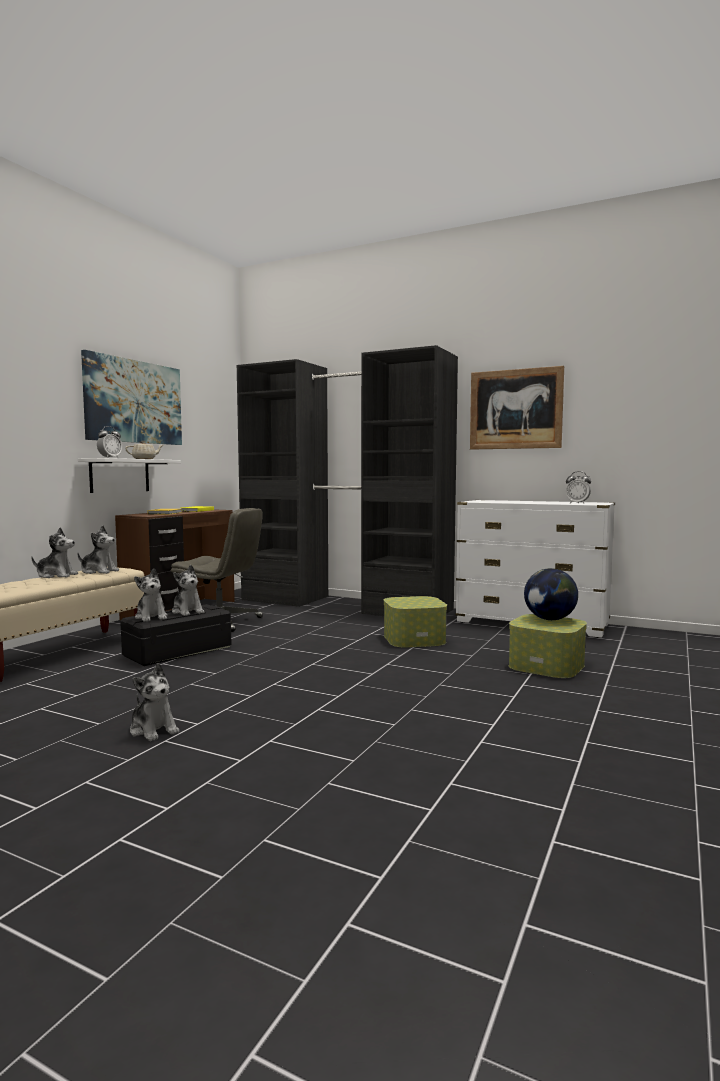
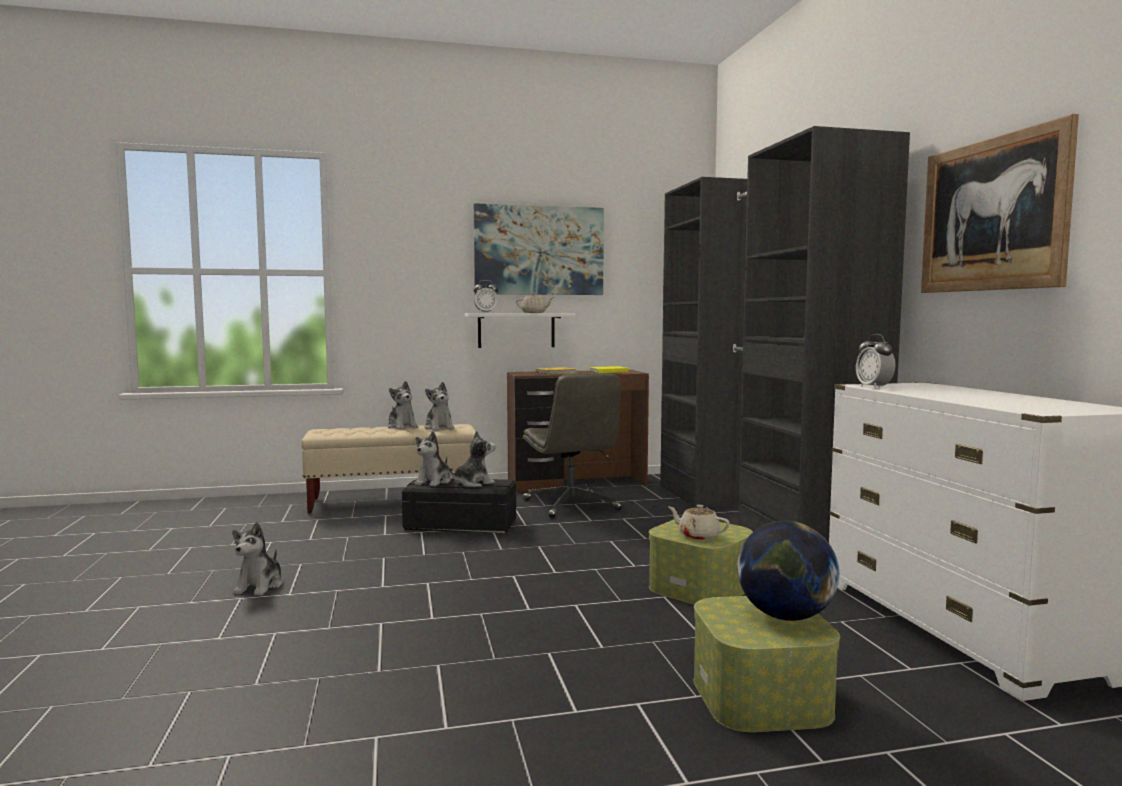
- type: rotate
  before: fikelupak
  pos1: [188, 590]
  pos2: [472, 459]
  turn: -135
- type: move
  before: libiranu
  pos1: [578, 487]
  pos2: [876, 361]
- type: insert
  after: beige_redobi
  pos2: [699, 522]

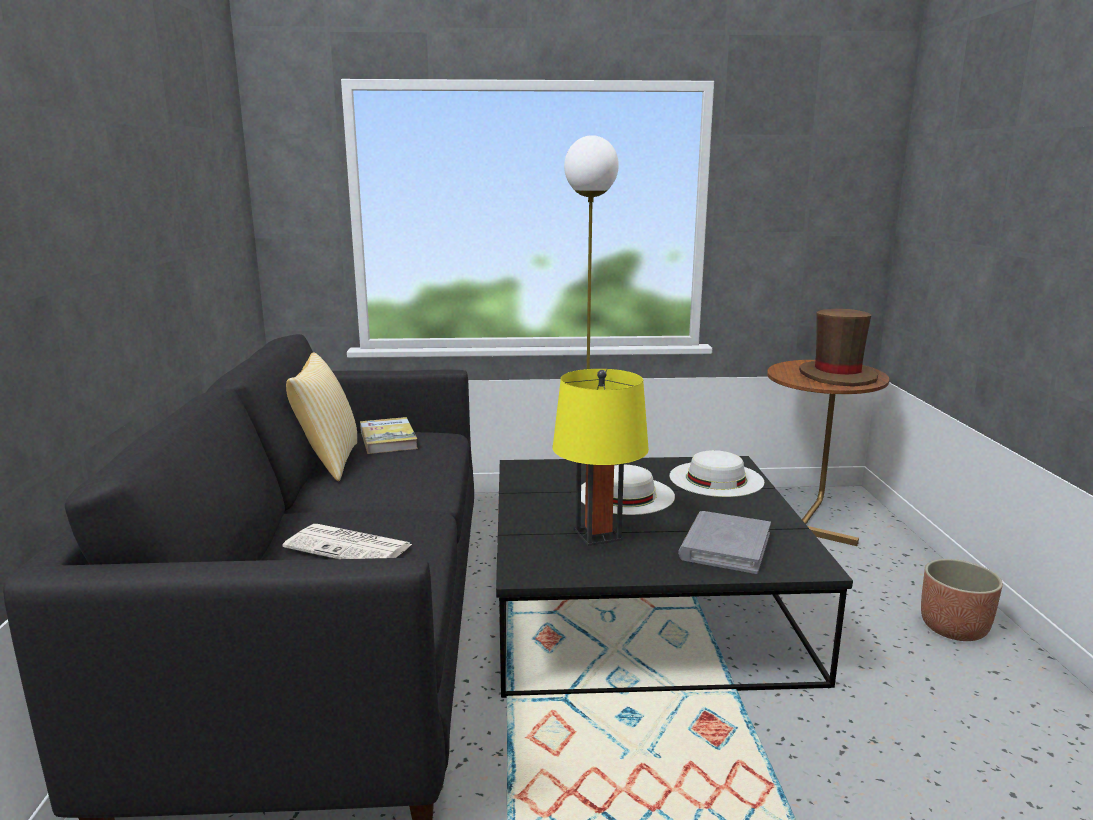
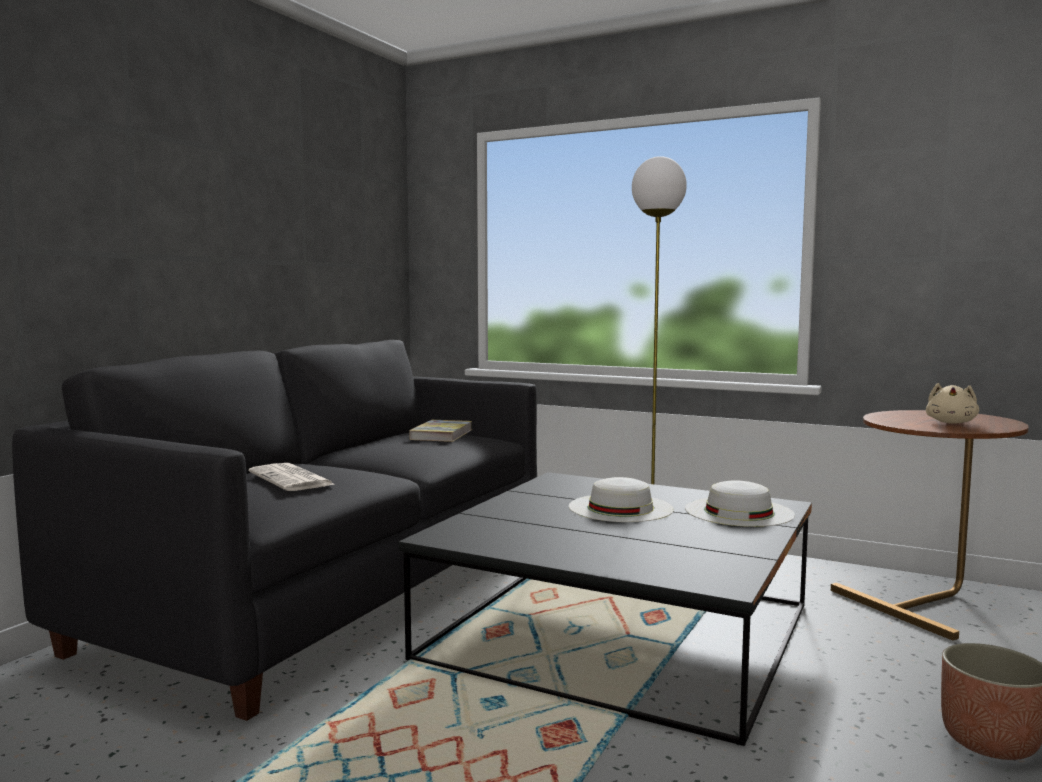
- type: delete
  before: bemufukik
  pos1: [321, 416]
- type: delete
  before: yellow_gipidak
  pos1: [601, 457]
- type: delete
  before: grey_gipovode
  pos1: [724, 542]
- type: replace
  before: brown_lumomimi
  after: beige_fikelupak
  pos1: [838, 348]
  pos2: [952, 403]

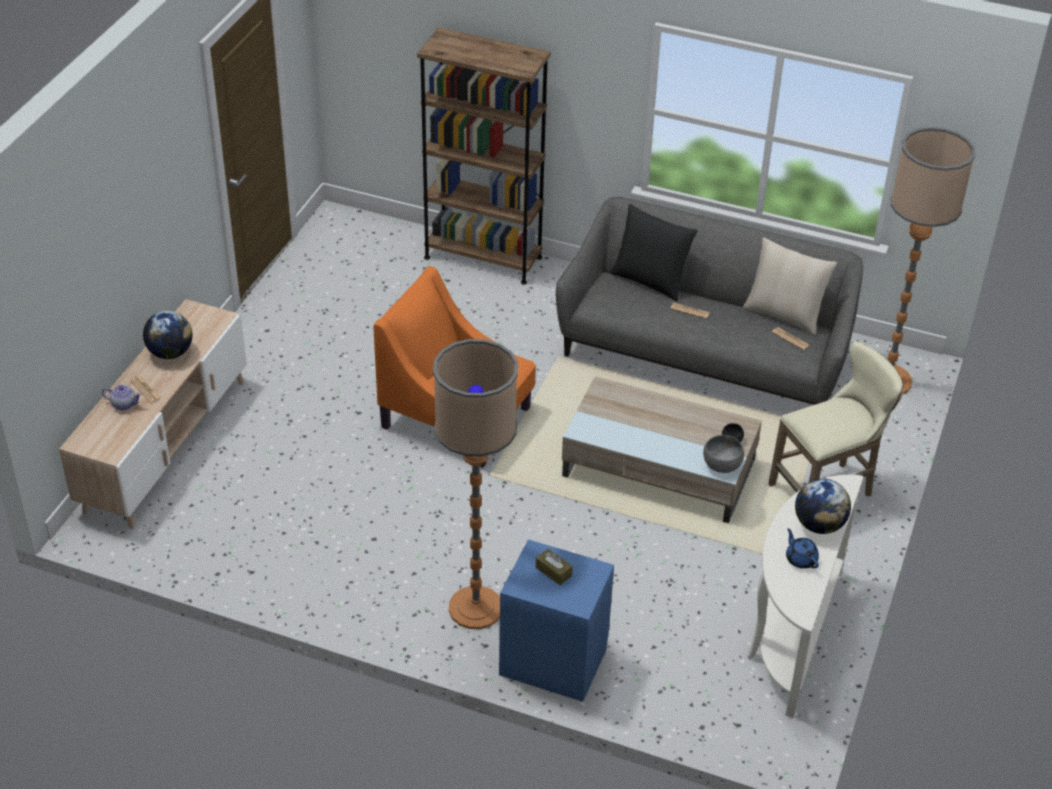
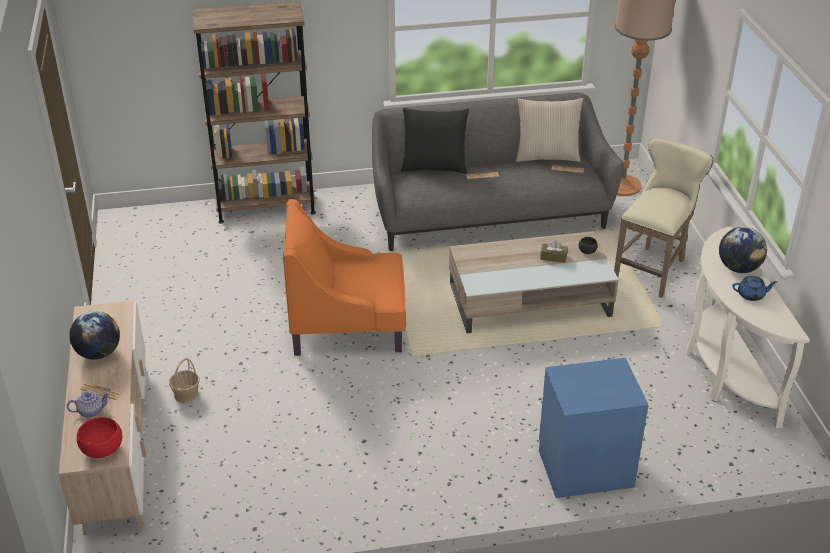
- type: delete
  before: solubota
  pos1: [475, 484]
- type: move
  before: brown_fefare
  pos1: [554, 567]
  pos2: [554, 252]
- type: delete
  before: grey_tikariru
  pos1: [723, 454]
- type: rotate
  before: blue_redobi
  pos1: [802, 548]
  pos2: [754, 288]
  turn: 150
- type: insert
  after: red_tikariru
  pos2: [99, 437]
- type: insert
  after: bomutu
  pos2: [184, 380]

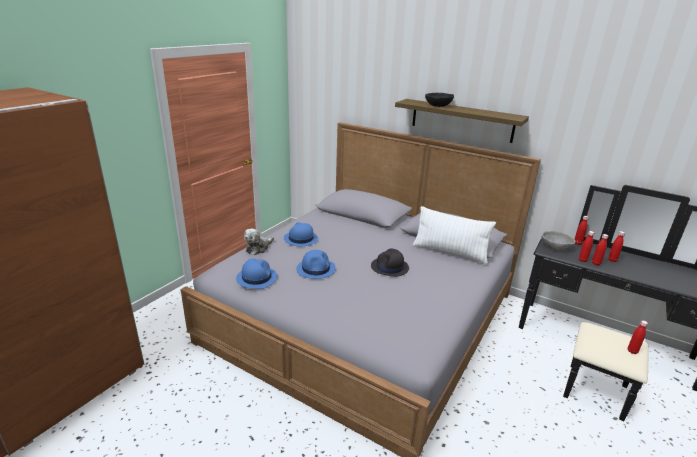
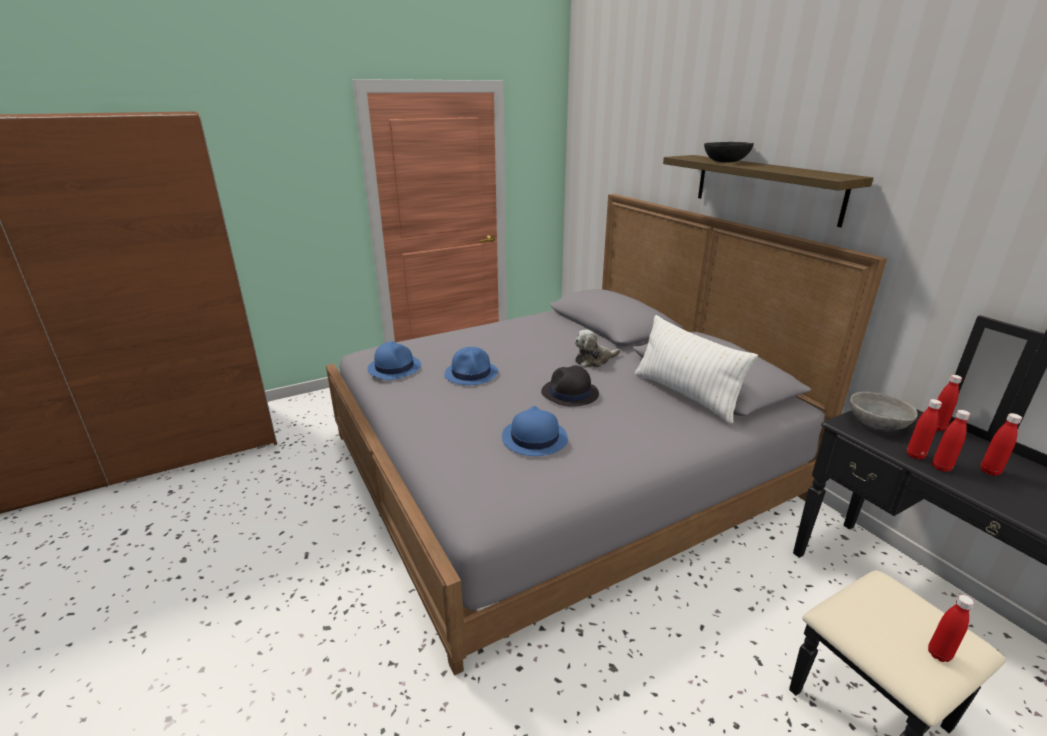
- type: move
  before: fikelupak
  pos1: [259, 242]
  pos2: [597, 349]
- type: move
  before: blue_lumomimi
  pos1: [301, 234]
  pos2: [535, 431]

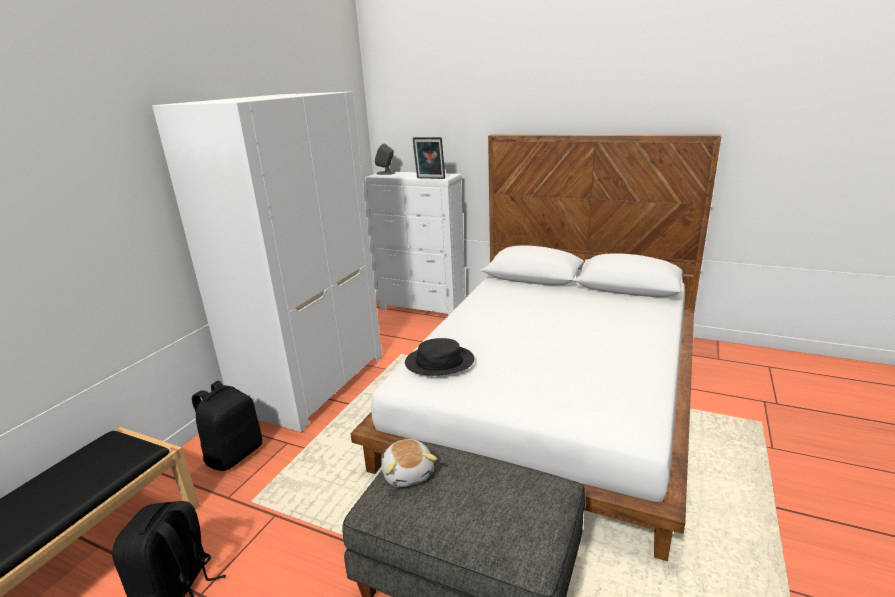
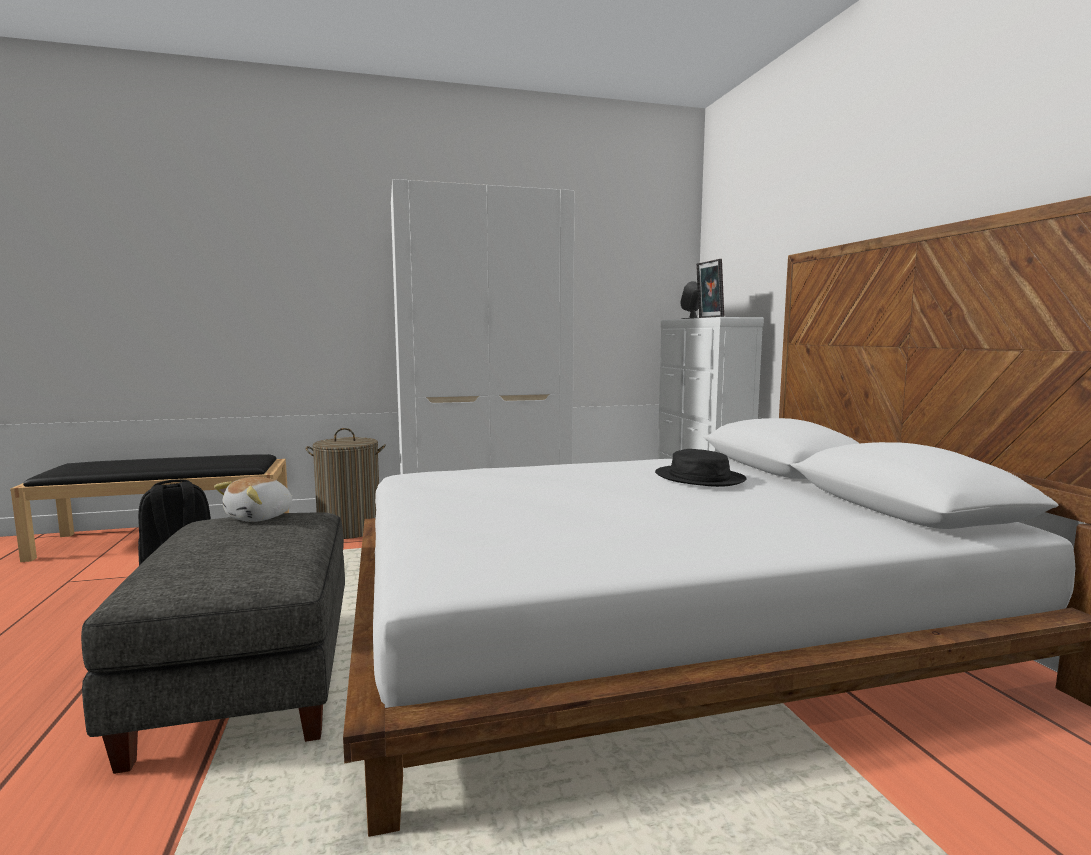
- type: replace
  before: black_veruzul
  after: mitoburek
  pos1: [227, 426]
  pos2: [345, 483]
- type: move
  before: black_lumomimi
  pos1: [439, 357]
  pos2: [701, 468]

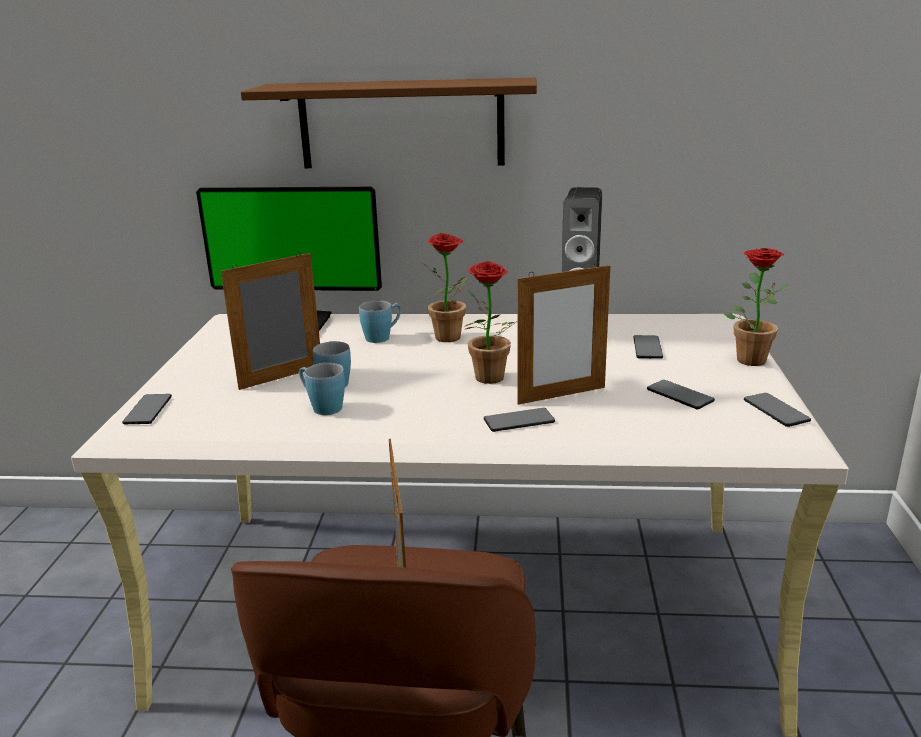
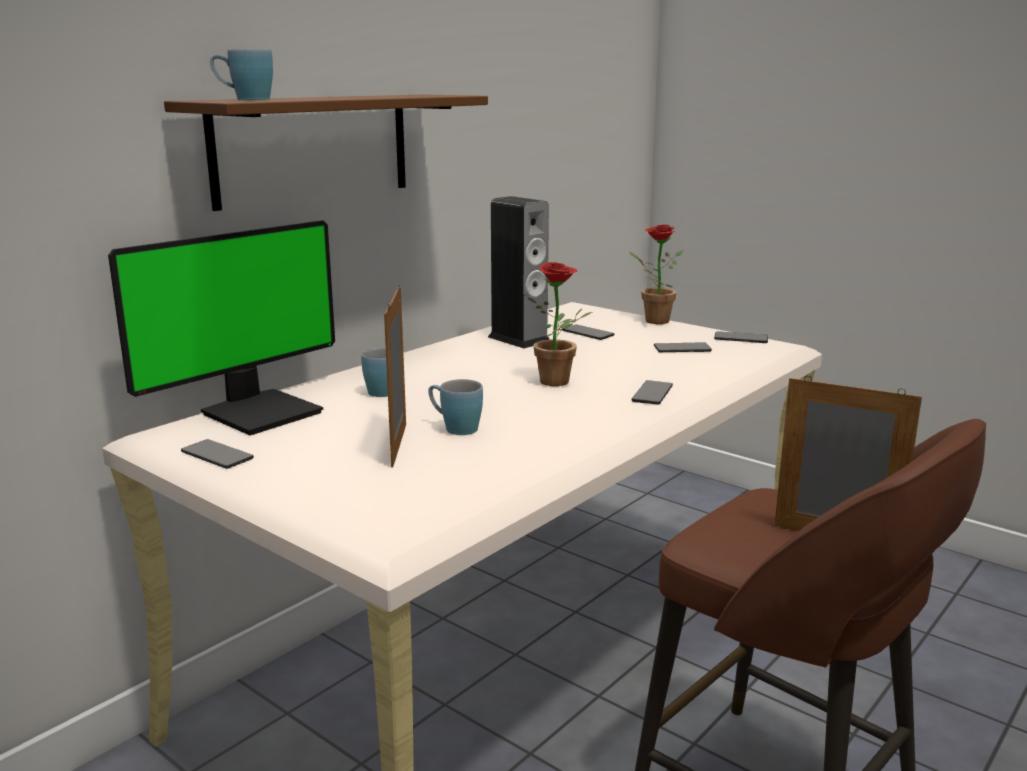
- type: move
  before: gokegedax
  pos1: [147, 409]
  pos2: [217, 454]
- type: move
  before: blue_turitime
  pos1: [322, 389]
  pos2: [241, 75]
- type: delete
  before: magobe
  pos1: [445, 287]
- type: delete
  before: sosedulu
  pos1: [563, 333]

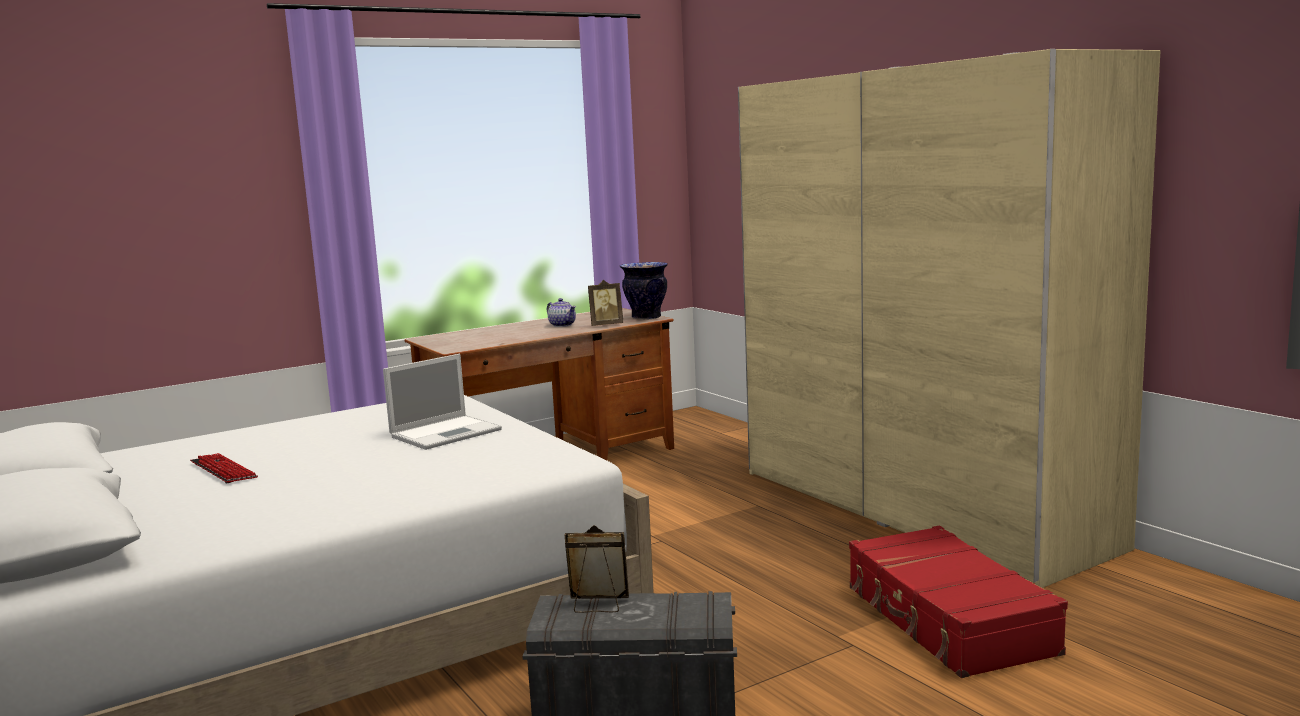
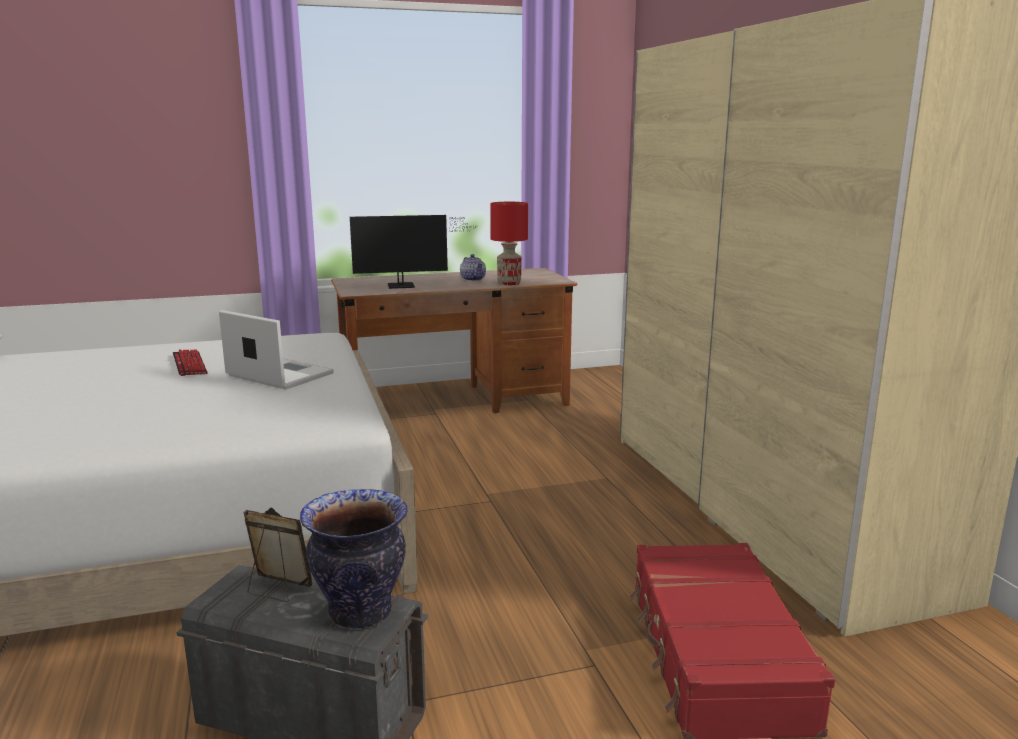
- type: move
  before: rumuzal
  pos1: [224, 468]
  pos2: [190, 362]
- type: rotate
  before: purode
  pos1: [442, 402]
  pos2: [276, 350]
  turn: -120
- type: replace
  before: sosedulu
  after: red_gipidak
  pos1: [605, 303]
  pos2: [509, 243]
- type: move
  before: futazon
  pos1: [643, 291]
  pos2: [354, 559]
- type: insert
  after: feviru
  pos2: [412, 252]

